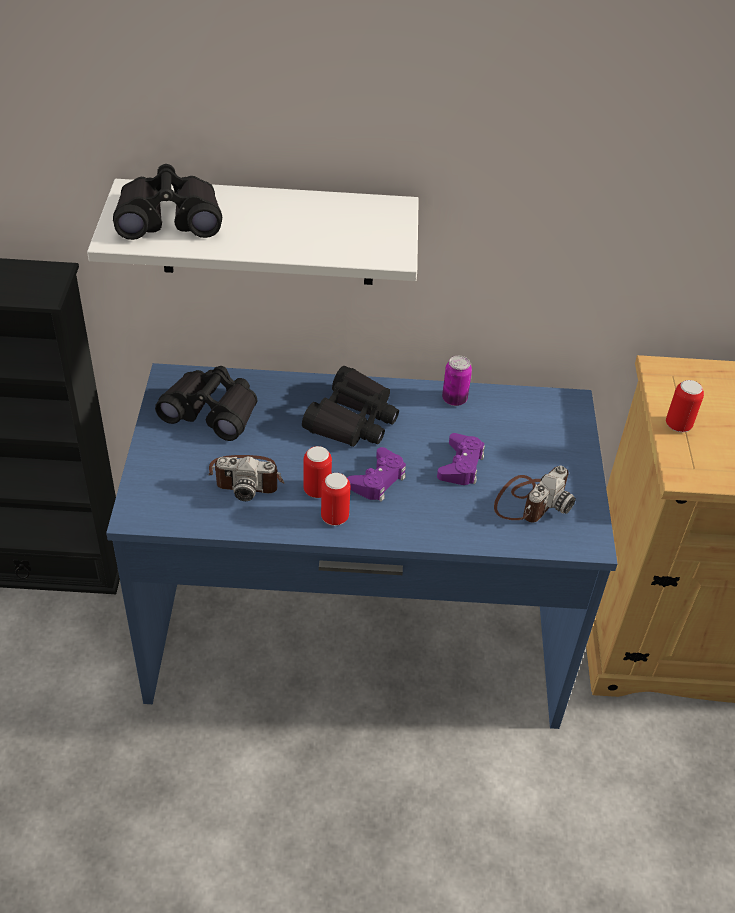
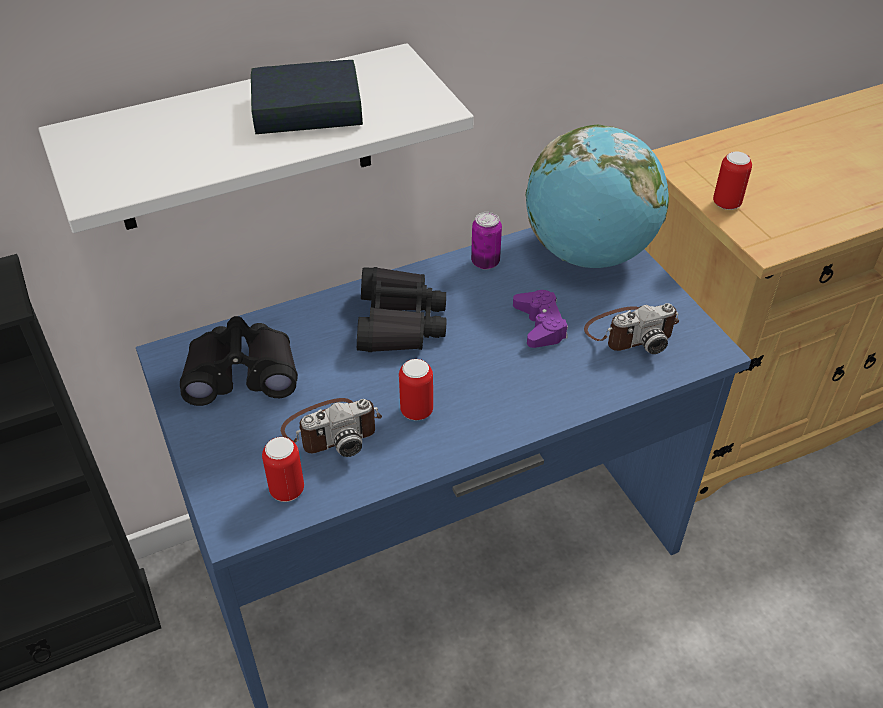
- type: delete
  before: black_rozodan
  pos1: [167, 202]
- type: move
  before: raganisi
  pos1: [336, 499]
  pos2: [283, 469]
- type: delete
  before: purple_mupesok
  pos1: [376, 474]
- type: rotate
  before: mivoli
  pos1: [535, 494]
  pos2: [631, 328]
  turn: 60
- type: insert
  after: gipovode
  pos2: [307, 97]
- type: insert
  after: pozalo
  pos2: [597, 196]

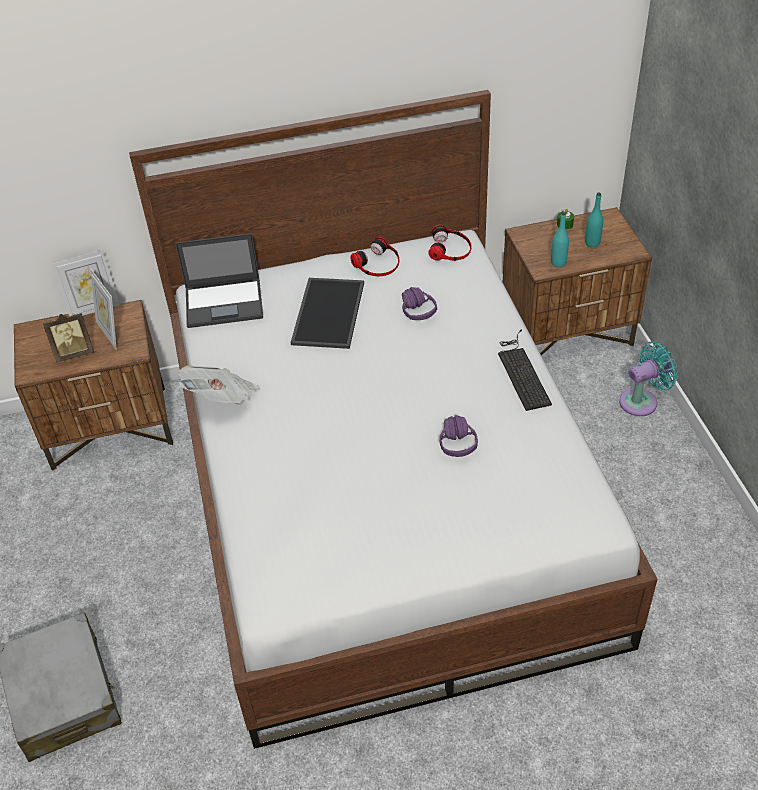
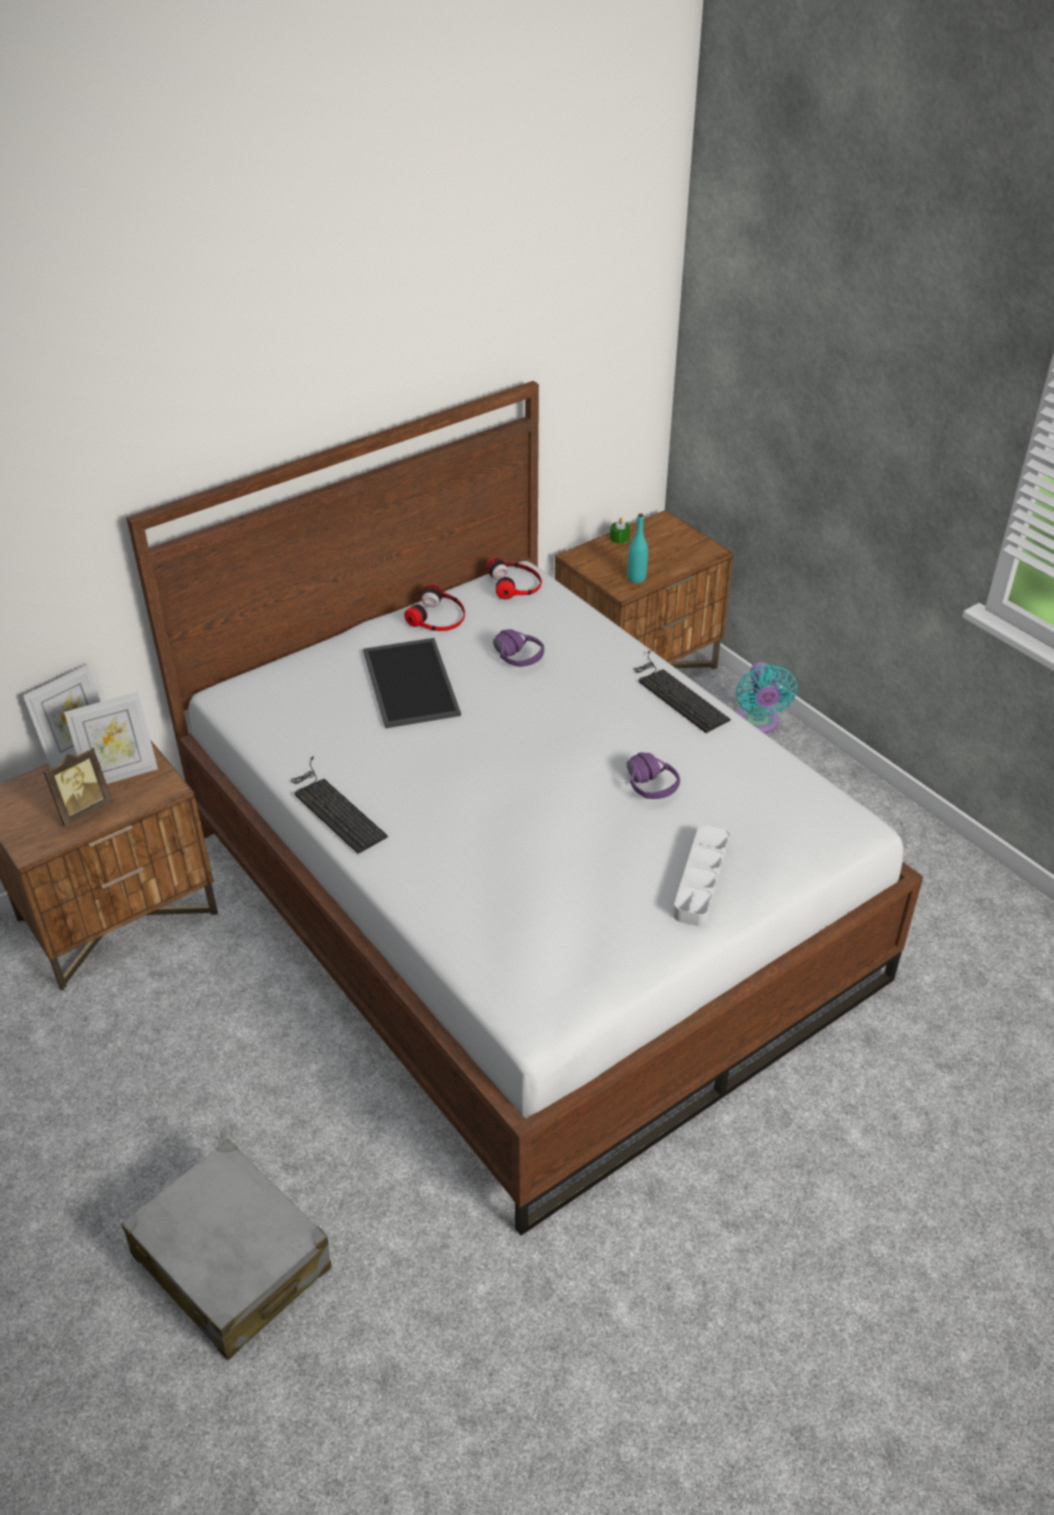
- type: rotate
  before: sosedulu
  pos1: [103, 309]
  pos2: [111, 738]
  turn: -60
- type: delete
  before: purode
  pos1: [219, 280]
- type: replace
  before: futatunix
  after: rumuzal
  pos1: [219, 385]
  pos2: [339, 805]
- type: delete
  before: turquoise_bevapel
  pos1: [594, 220]
- type: rotate
  before: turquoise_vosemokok
  pos1: [648, 378]
  pos2: [766, 697]
  turn: 135
- type: insert
  after: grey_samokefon
  pos2: [701, 875]

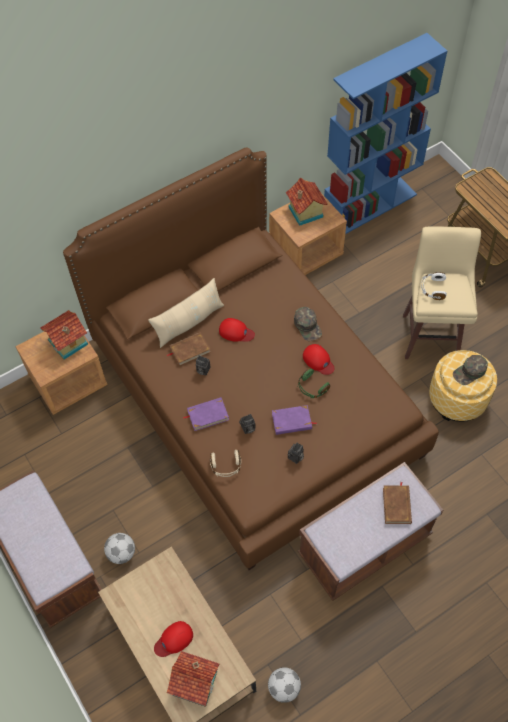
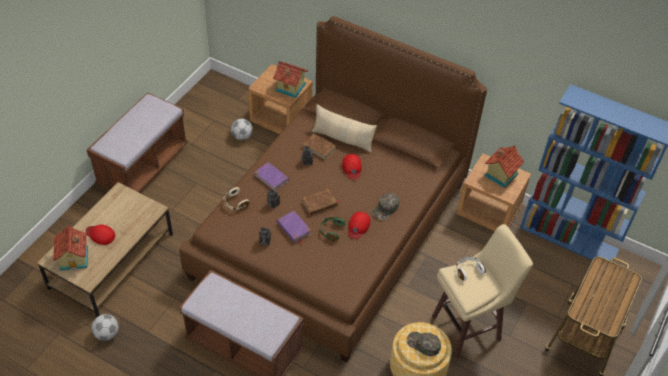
- type: move
  before: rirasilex
  pos1: [119, 548]
  pos2: [242, 129]
- type: move
  before: brown_gipovode
  pos1: [397, 503]
  pos2: [321, 202]

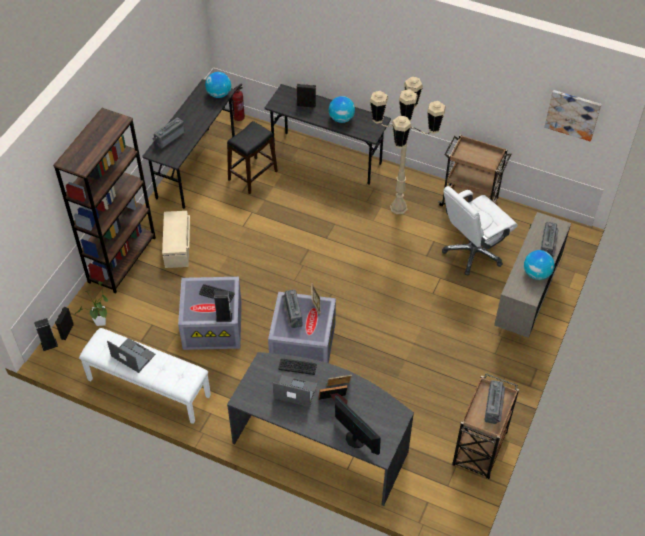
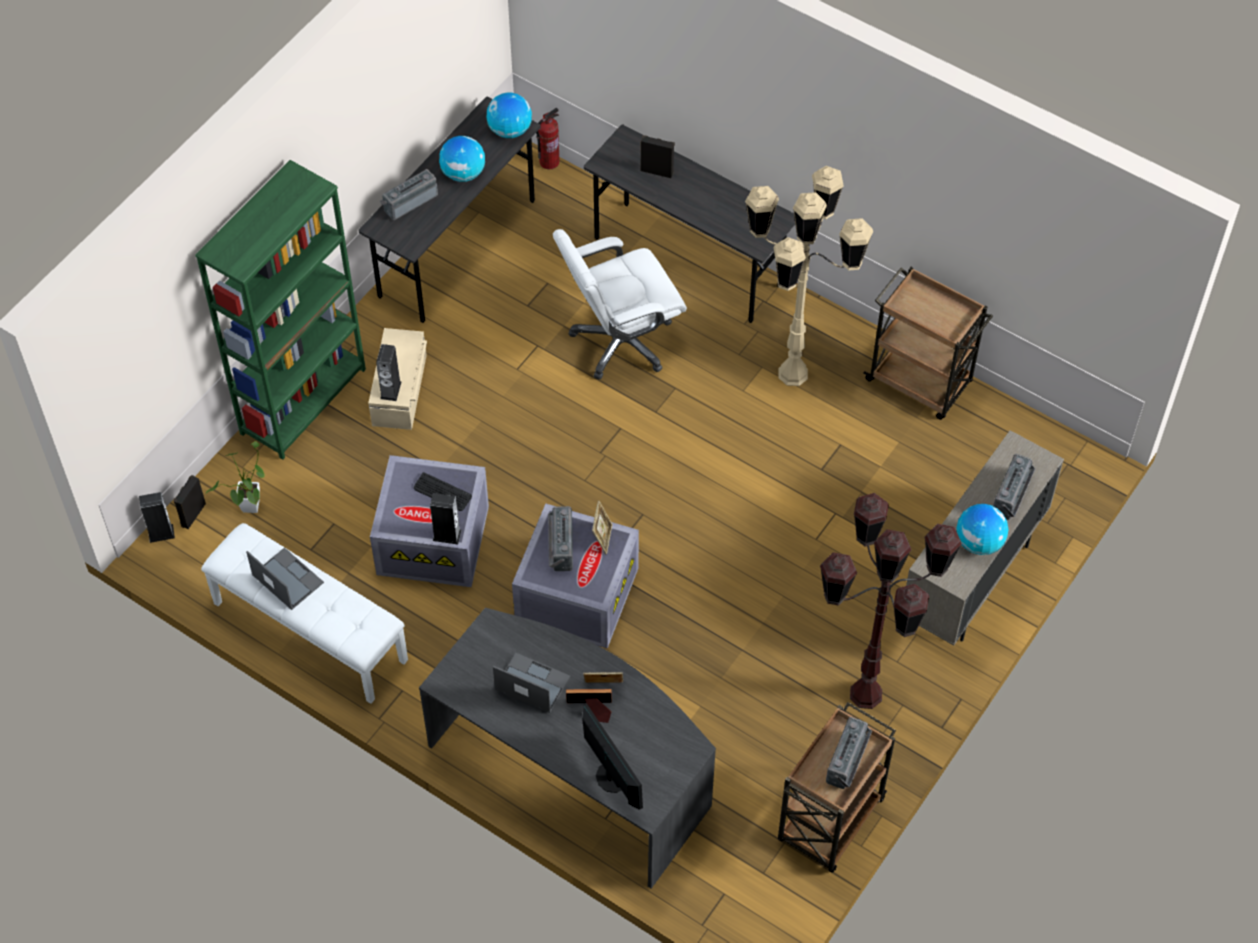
- type: recolor
  before: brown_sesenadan
  after: green_sesenadan
  pos1: [104, 201]
  pos2: [280, 310]
- type: delete
  before: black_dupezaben
  pos1: [252, 157]
- type: delete
  before: rumuzal
  pos1: [297, 367]
- type: move
  before: pozalo
  pos1: [342, 109]
  pos2: [462, 159]
- type: move
  before: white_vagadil
  pos1: [480, 230]
  pos2: [620, 304]
- type: delete
  before: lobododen
  pos1: [572, 115]
- type: insert
  after: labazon
  pos2: [389, 372]
- type: insert
  after: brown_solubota
  pos2: [891, 601]

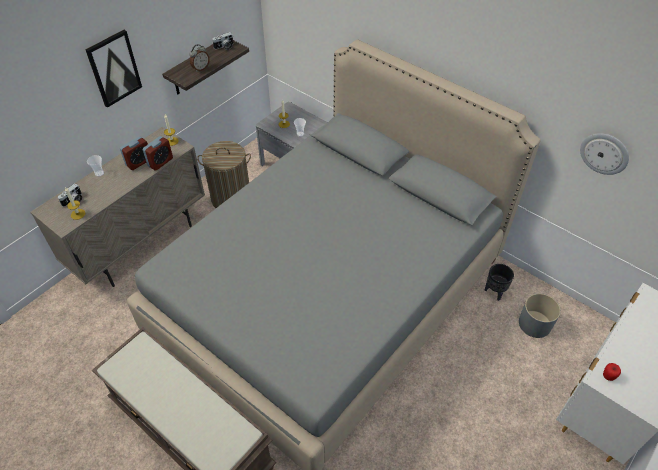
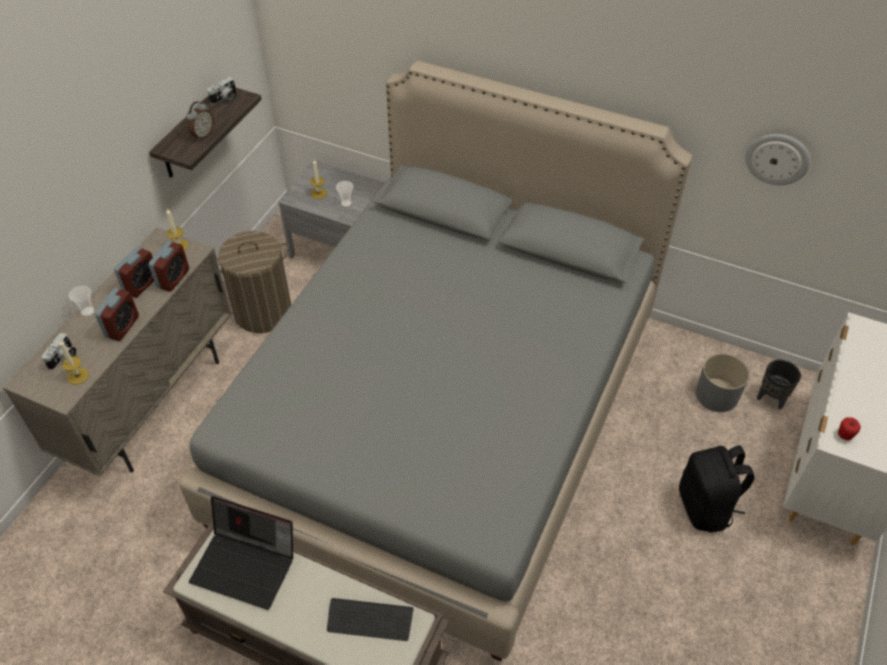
- type: delete
  before: lobododen
  pos1: [113, 69]
- type: move
  before: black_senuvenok
  pos1: [499, 282]
  pos2: [779, 385]
- type: insert
  after: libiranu
  pos2: [117, 314]
- type: insert
  after: purode
  pos2: [241, 553]
- type: insert
  after: rumuzal
  pos2: [370, 619]
- type: insert
  after: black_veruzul
  pos2: [717, 489]

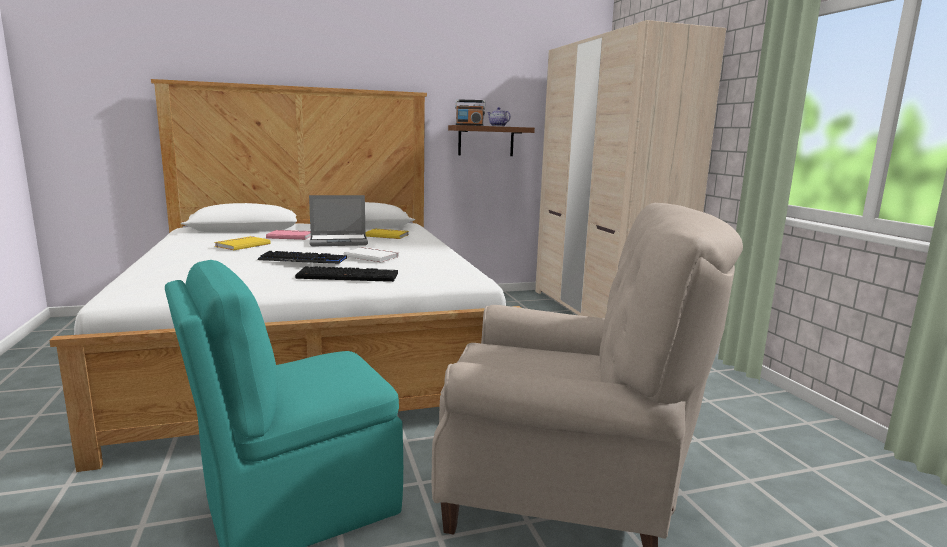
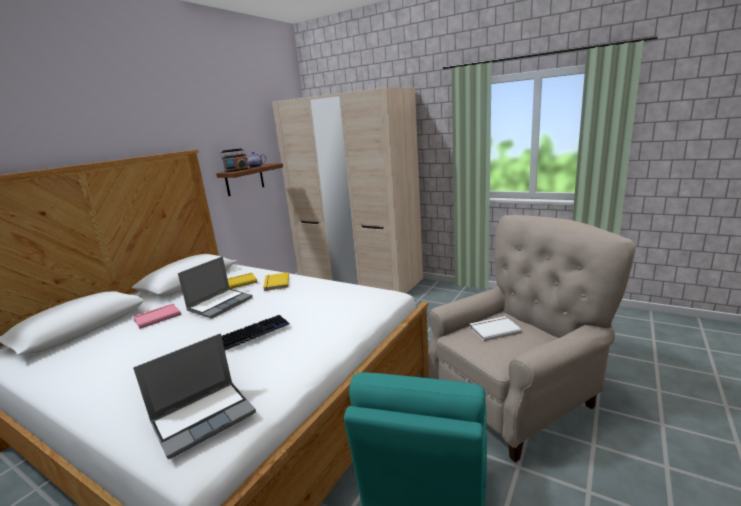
- type: move
  before: yellow_gipovode
  pos1: [242, 243]
  pos2: [276, 282]
- type: delete
  before: rumuzal
  pos1: [346, 274]
- type: move
  before: white_gipovode
  pos1: [372, 254]
  pos2: [495, 328]
- type: insert
  after: purode
  pos2: [194, 396]

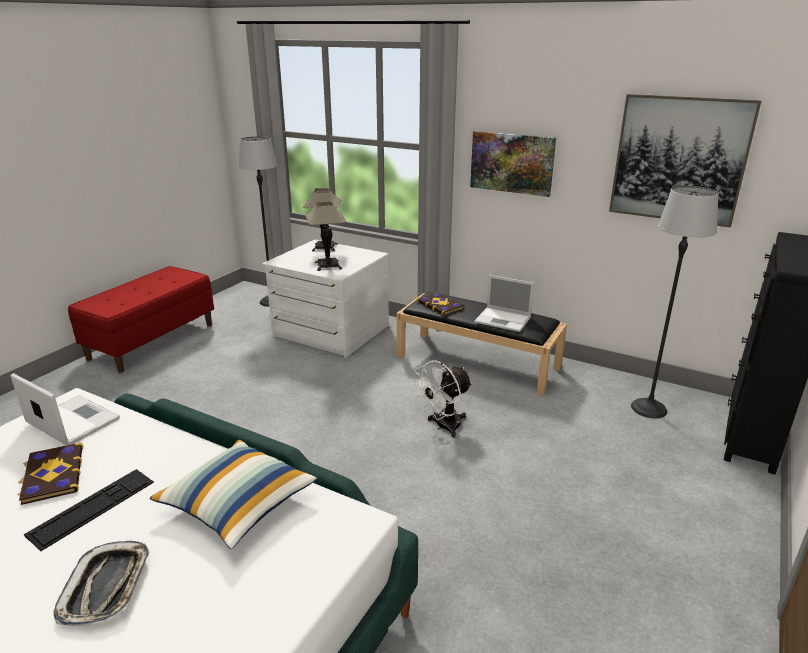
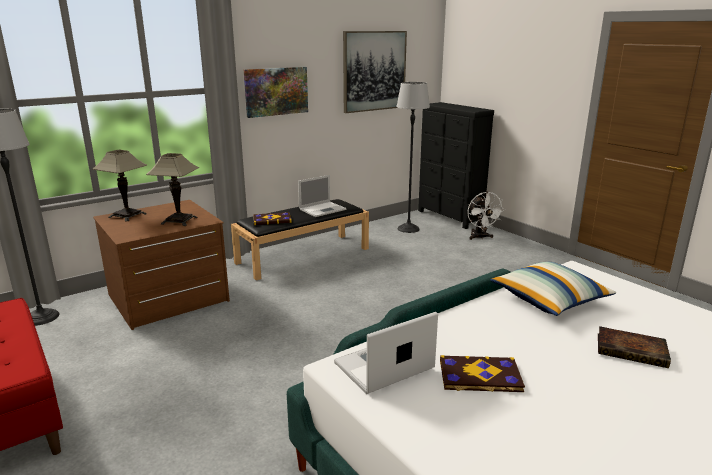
- type: delete
  before: rumuzal
  pos1: [89, 510]
- type: replace
  before: samokefon
  after: gipovode
  pos1: [101, 583]
  pos2: [634, 347]
- type: recolor
  before: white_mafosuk
  after: brown_mafosuk
  pos1: [325, 299]
  pos2: [161, 265]
- type: move
  before: white_vosemokok
  pos1: [442, 399]
  pos2: [486, 216]

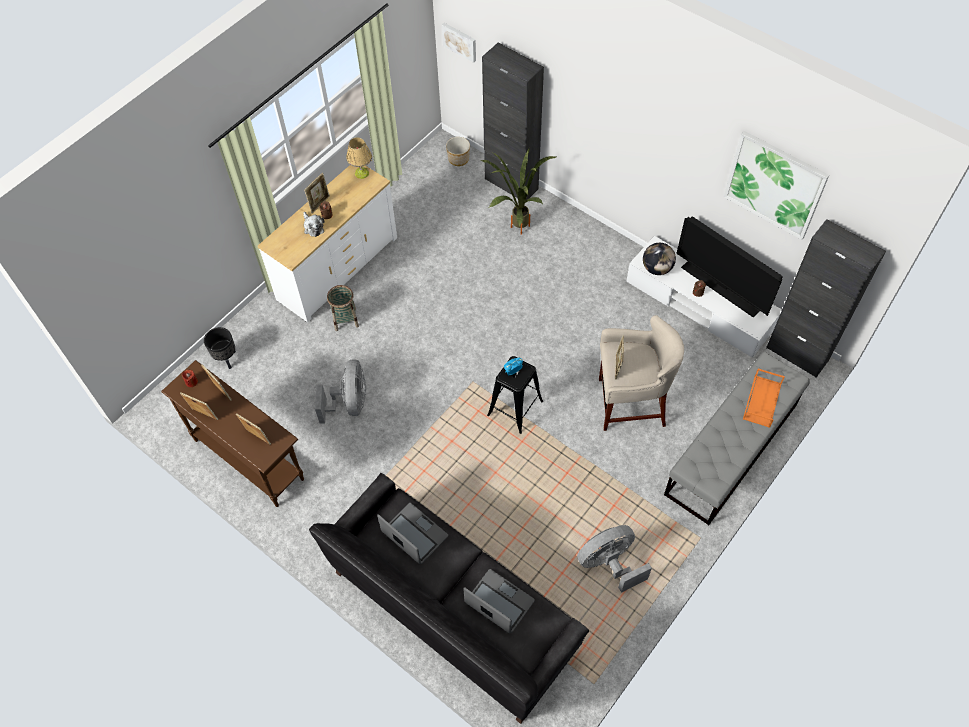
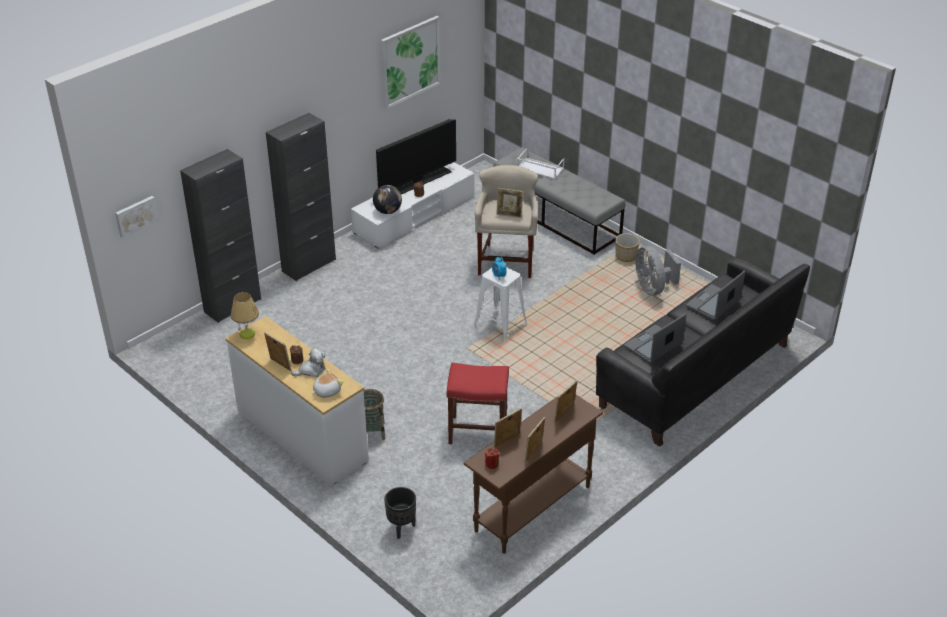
- type: replace
  before: grey_vosemokok
  after: red_dupezaben
  pos1: [340, 391]
  pos2: [478, 403]
- type: move
  before: senuvenok
  pos1: [458, 151]
  pos2: [627, 247]
- type: delete
  before: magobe
  pos1: [518, 191]
- type: recolor
  before: black_dupezaben
  after: white_dupezaben
  pos1: [515, 395]
  pos2: [500, 304]
- type: recolor
  before: orange_samokefon
  after: white_samokefon
  pos1: [764, 398]
  pos2: [540, 163]
- type: move
  before: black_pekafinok
  pos1: [826, 298]
  pos2: [301, 197]
- type: insert
  after: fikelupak
  pos2: [327, 383]

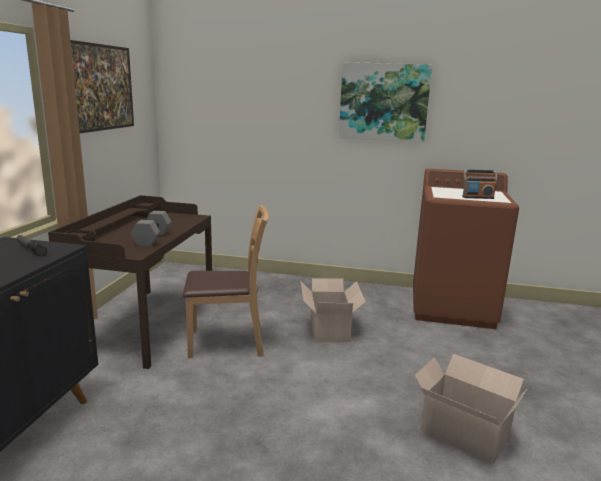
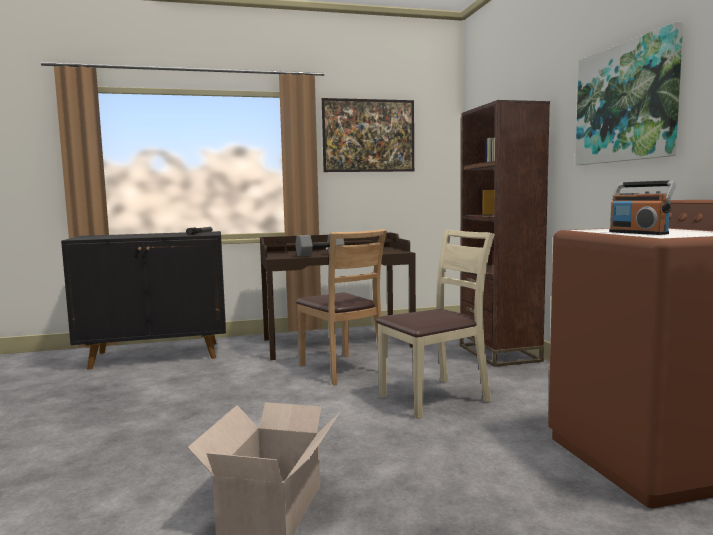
- type: replace
  before: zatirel
  after: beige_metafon
  pos1: [333, 310]
  pos2: [435, 324]
- type: insert
  after: brown_sesenadan
  pos2: [505, 233]

